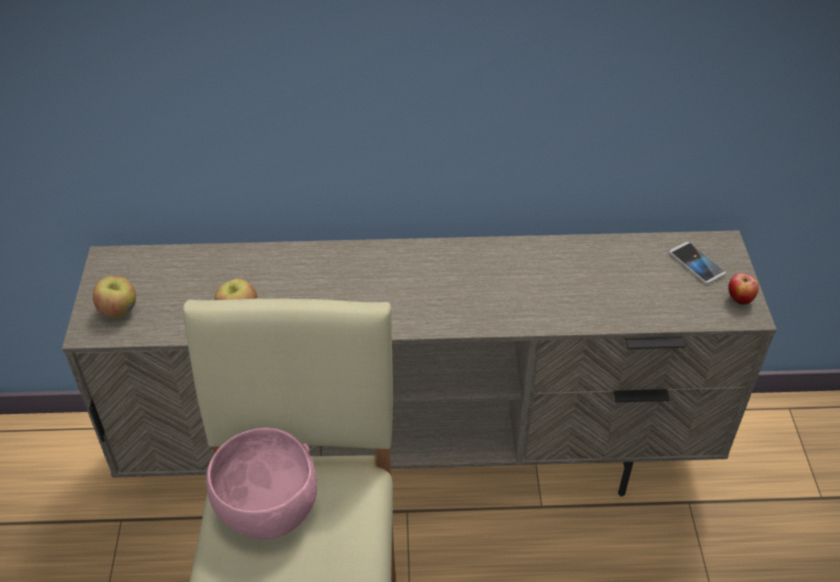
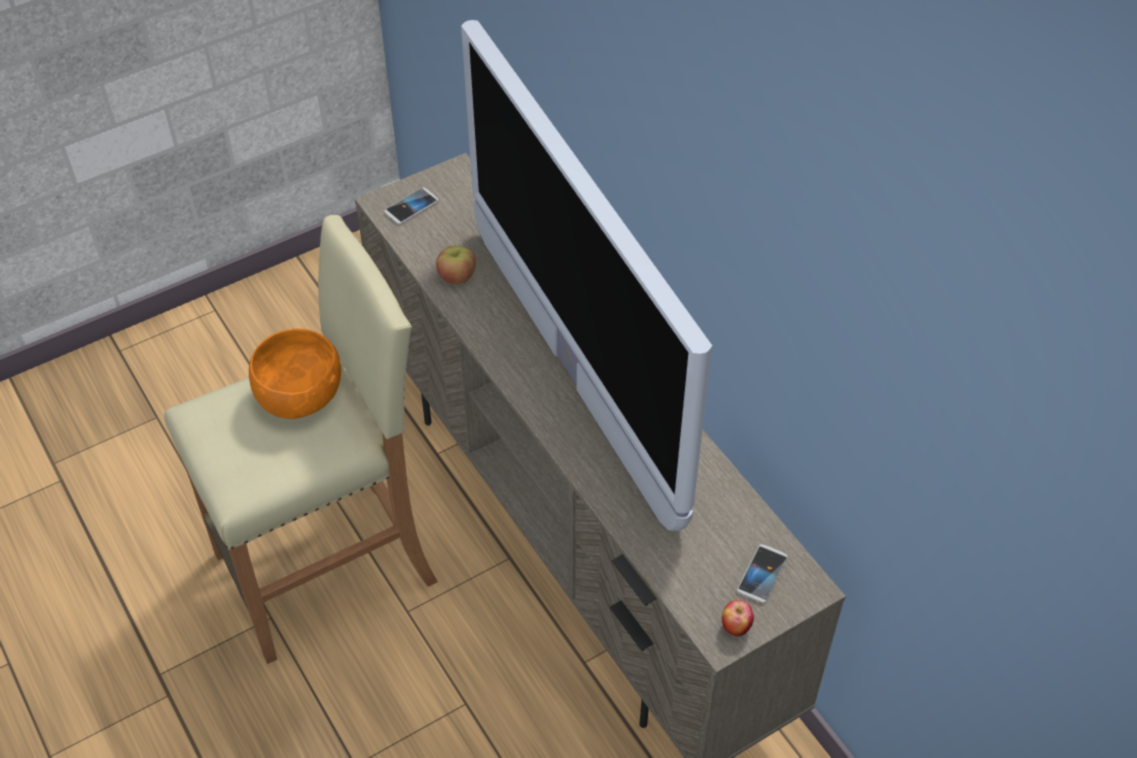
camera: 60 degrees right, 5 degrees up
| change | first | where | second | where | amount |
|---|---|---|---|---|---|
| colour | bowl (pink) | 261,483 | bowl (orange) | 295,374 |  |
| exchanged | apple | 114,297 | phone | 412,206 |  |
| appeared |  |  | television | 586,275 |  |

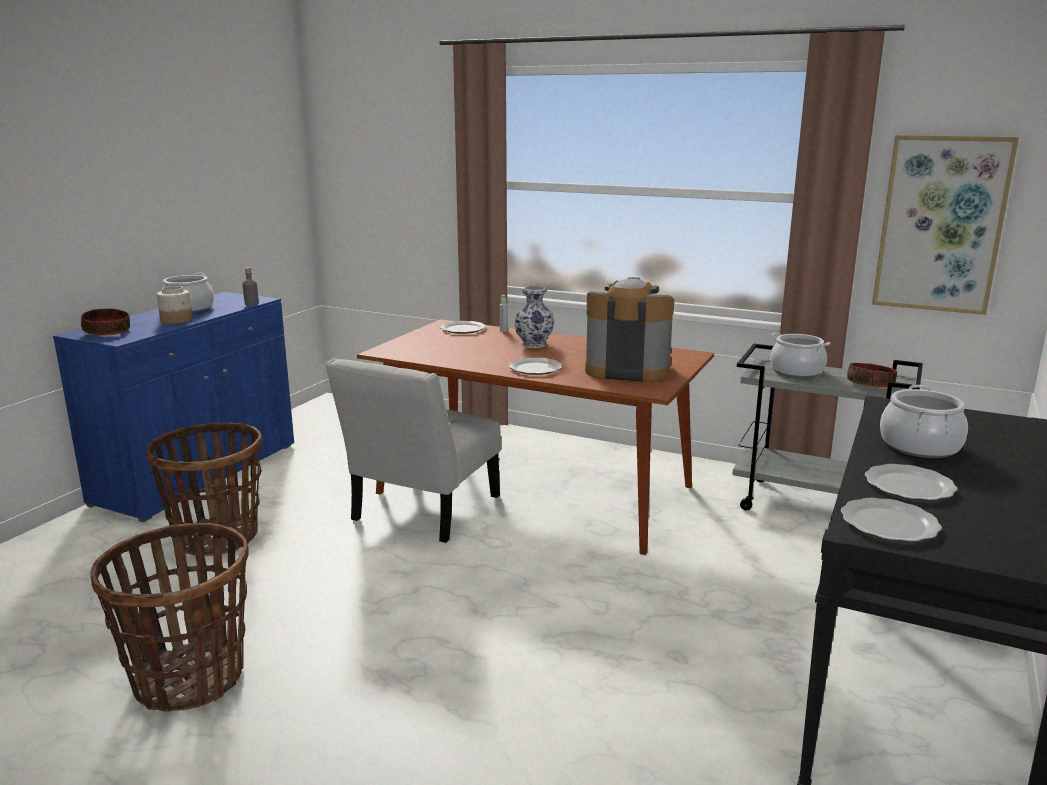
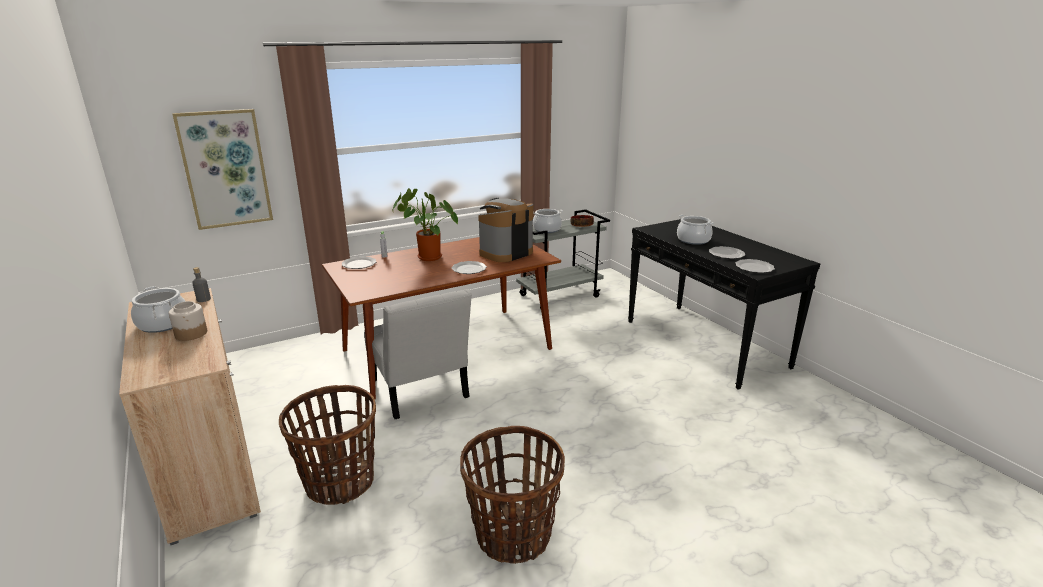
camera: 55 degrees left, 5 degrees up
| change | first | where | second | where | amount |
|---|---|---|---|---|---|
| colour | cabinet (blue) | 173,407 | cabinet (beige) | 190,416 |  |
| relocated | picture | 945,225 |  | 222,169 |  |
| exchanged | vase | 534,317 | potted plant | 425,224 |  |
| missing | bowl | 105,322 |  |  |  |

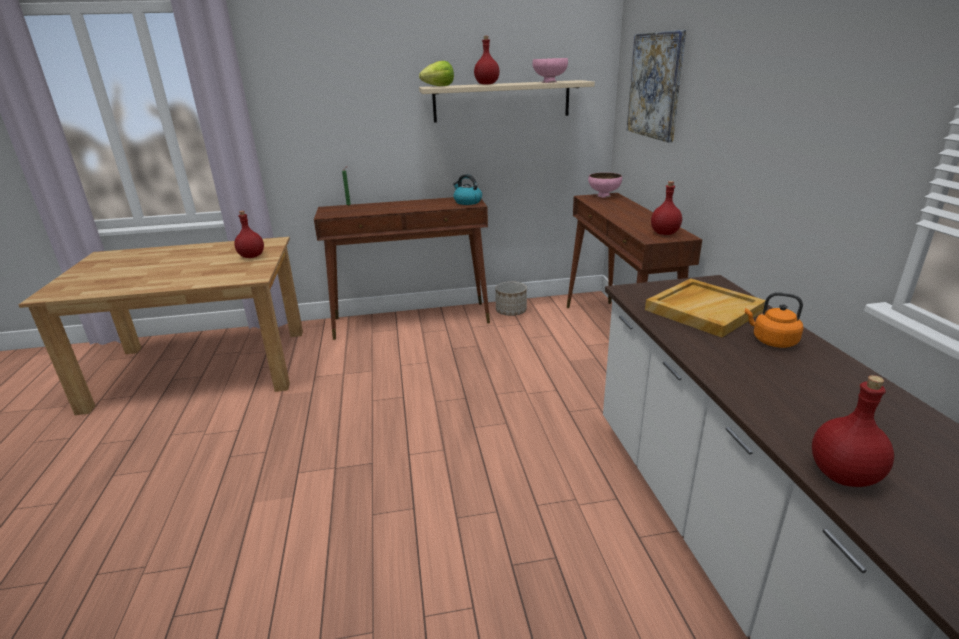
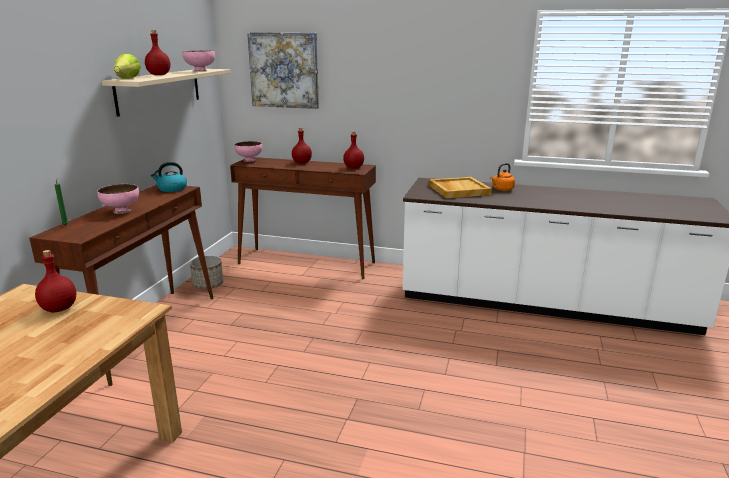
camera: 65 degrees left, 5 degrees down
| change | first | where | second | where | amount |
|---|---|---|---|---|---|
| appeared |  |  | bowl (pink) | 118,199 |  |
| relocated | bottle (red) | 853,431 |  | 302,145 |  |

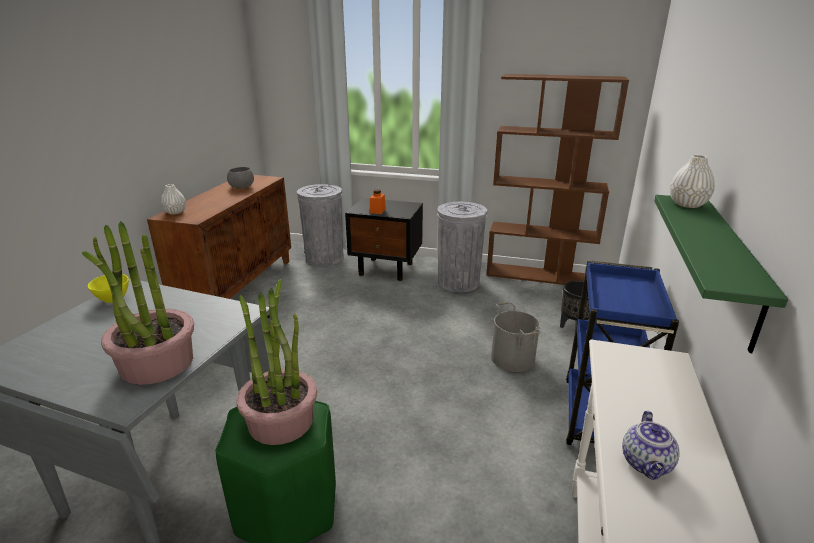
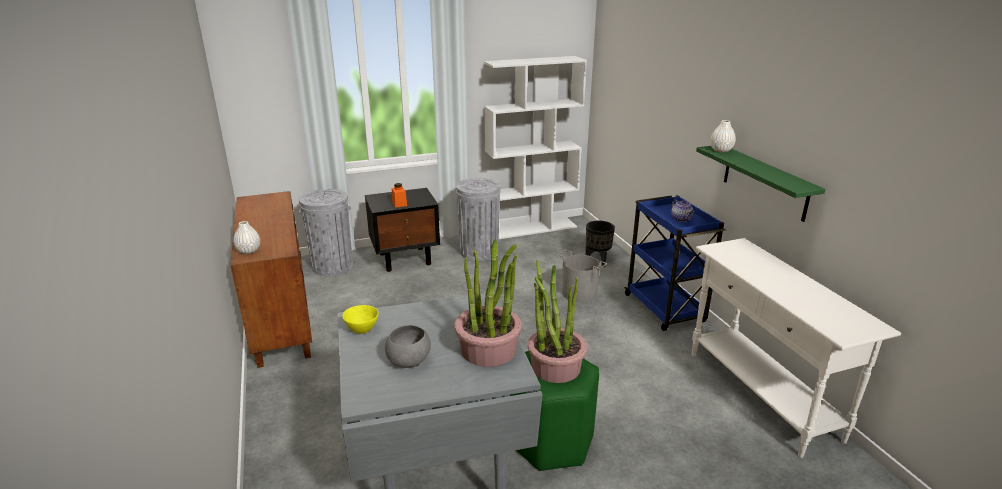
camera: 35 degrees left, 0 degrees up
| change | first | where | second | where | amount |
|---|---|---|---|---|---|
| relocated | bowl (grey) | 240,178 |  | 408,346 |  |
| colour | bookcase (brown) | 557,179 | bookcase (white) | 535,147 |  |
| relocated | teapot | 651,445 |  | 683,210 |  |

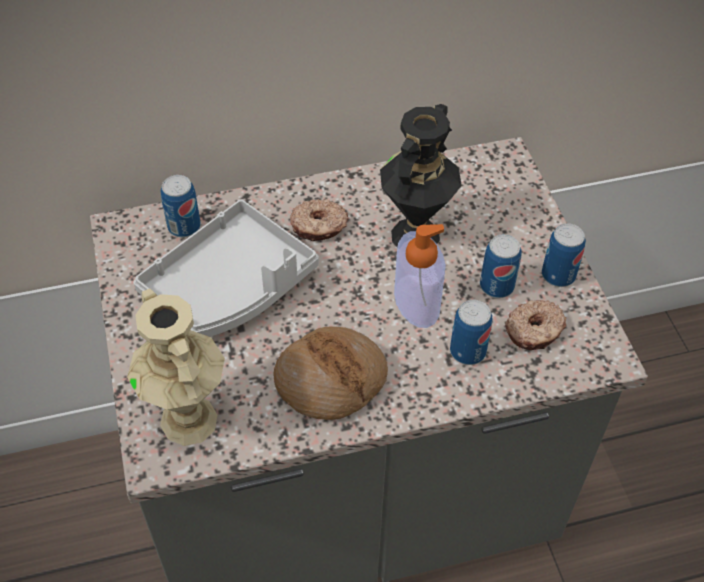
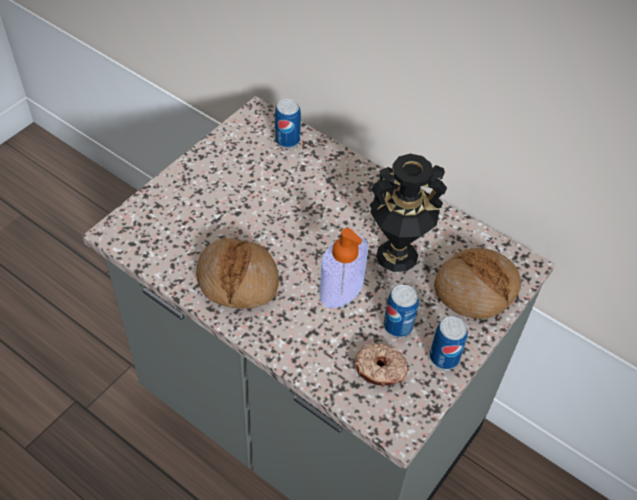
camera: 50 degrees right, 0 degrees up
| change | first | where | second | where | amount |
|---|---|---|---|---|---|
| appeared |  |  | bread | 477,283 |  |
| missing | vase (beige) | 176,367 |  |  |  |
| missing | tray (grey) | 226,268 |  |  |  |
| missing | donut | 319,220 |  |  |  |
| missing | can | 471,332 |  |  |  |

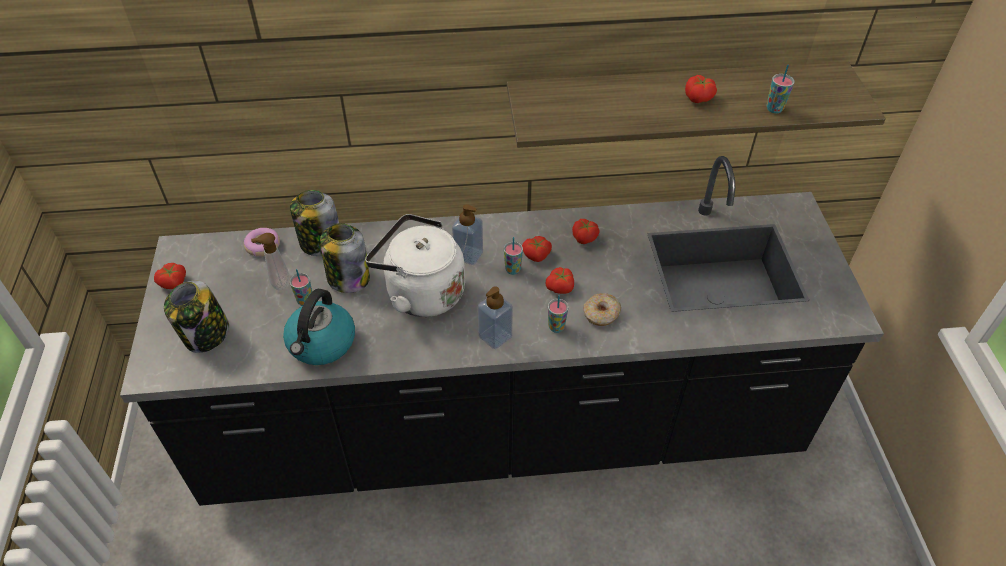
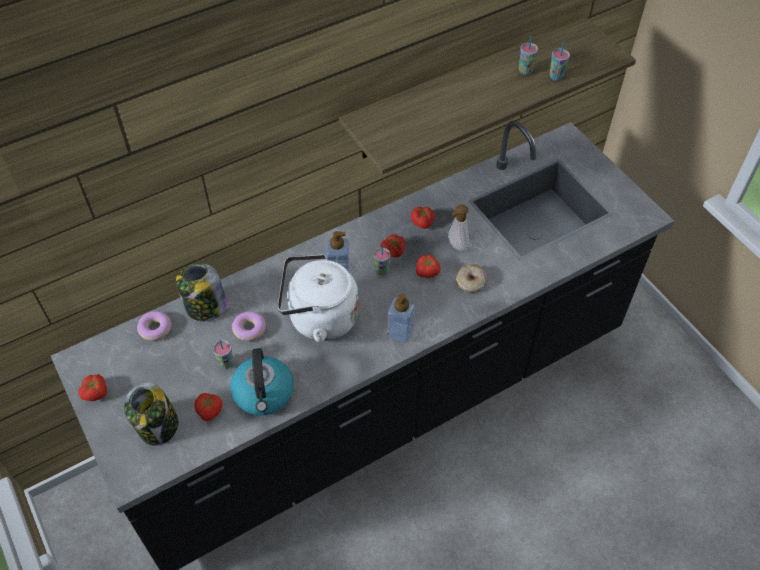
camera: 25 degrees left, 5 degrees up
| change | first | where | second | where | amount |
|---|---|---|---|---|---|
| relocated | tomato | 701,89 |  | 208,407 |  |
| exchanged | jar | 345,258 | donut | 249,326 |  |
| relocated | soap dispenser | 270,261 |  | 458,227 |  |
| relocated | cup | 558,314 |  | 528,55 |  |

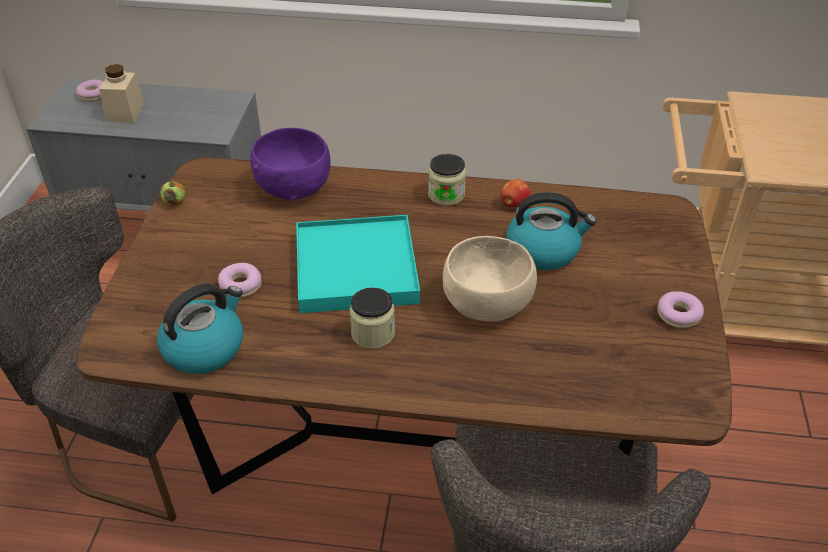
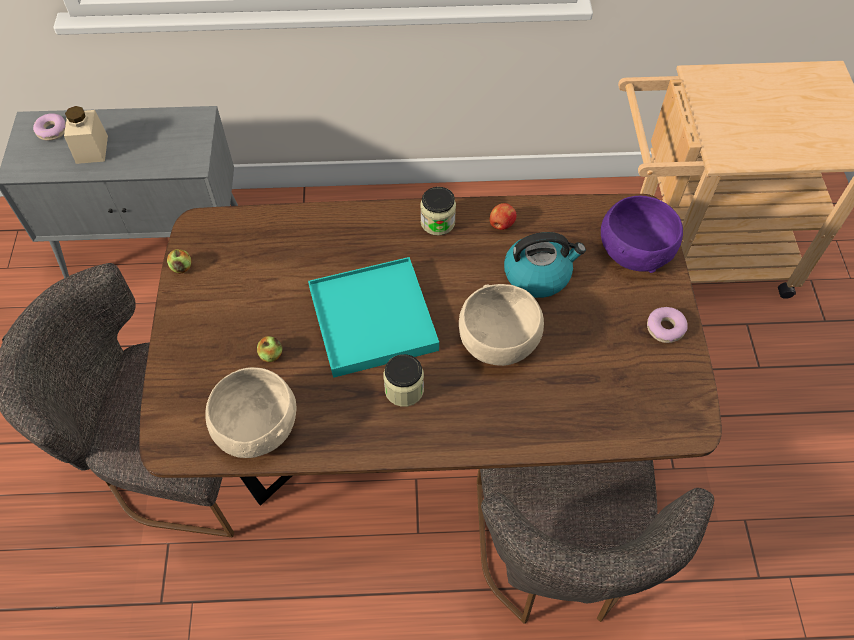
camera: 10 degrees left, 15 degrees up
| change | first | where | second | where | amount |
|---|---|---|---|---|---|
| exchanged | kettle | 200,329 | bowl (beige) | 251,412 |  |
| exchanged | donut | 240,280 | apple | 269,349 |  |
| relocated | bowl (purple) | 290,164 |  | 642,234 |  |

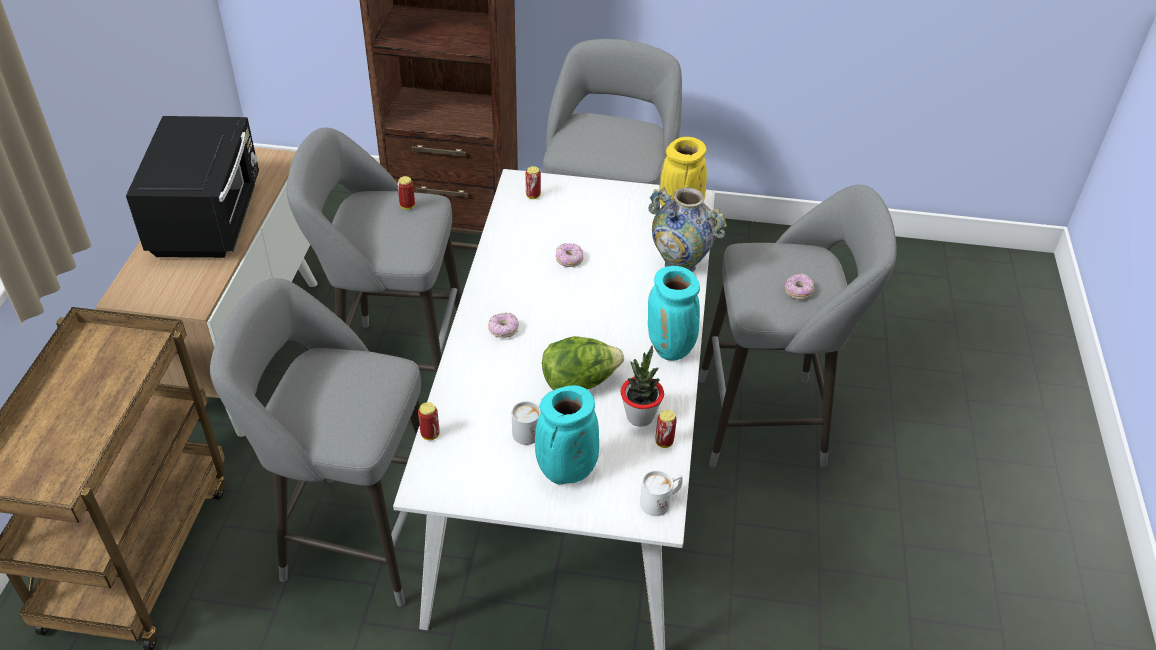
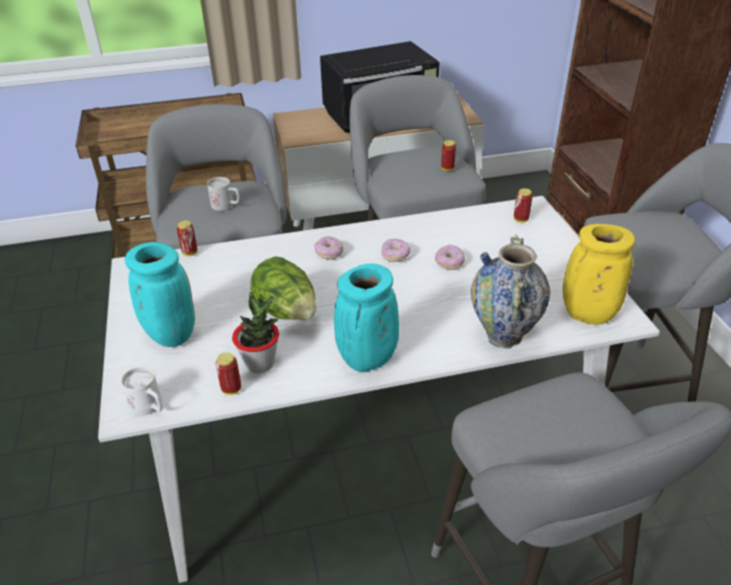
camera: 70 degrees right, 5 degrees down
| change | first | where | second | where | amount |
|---|---|---|---|---|---|
| relocated | mug (white) | 526,423 |  | 223,194 |  |
| relocated | donut | 799,287 |  | 395,250 |  |

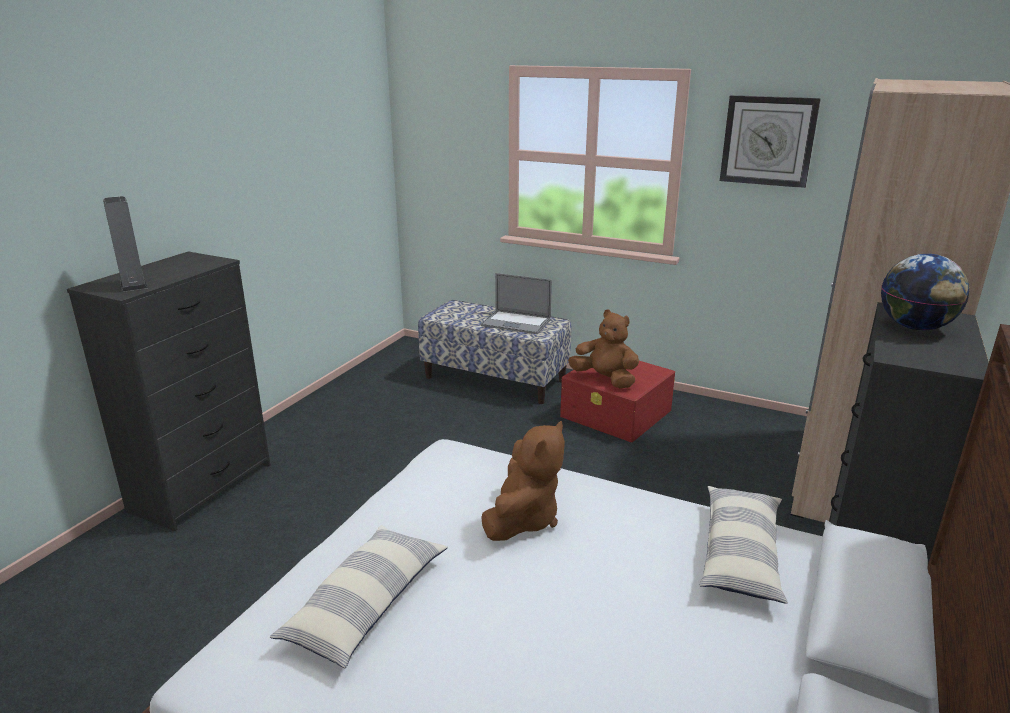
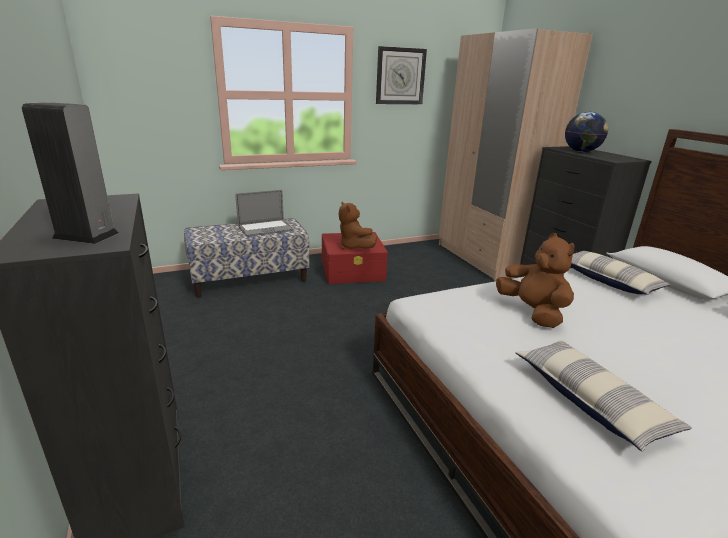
camera: 50 degrees left, 0 degrees up
| change | first | where | second | where | amount |
|---|---|---|---|---|---|
| spun | plush toy (brown) | 603,348 |  | 358,226 | 105 degrees counterclockwise |

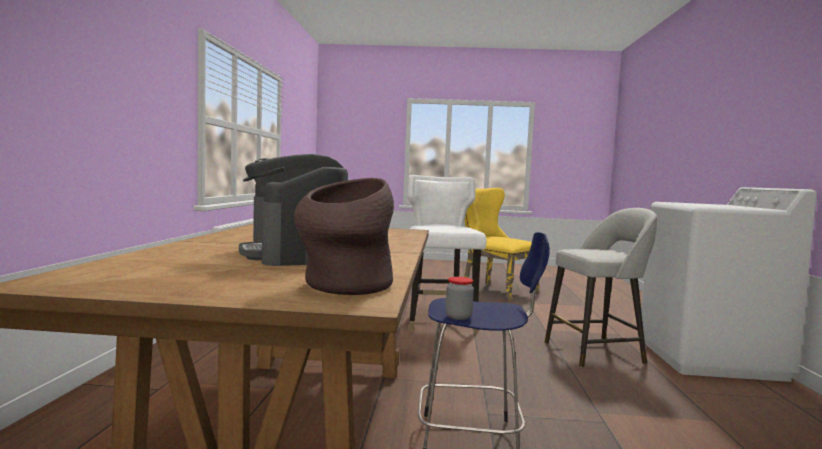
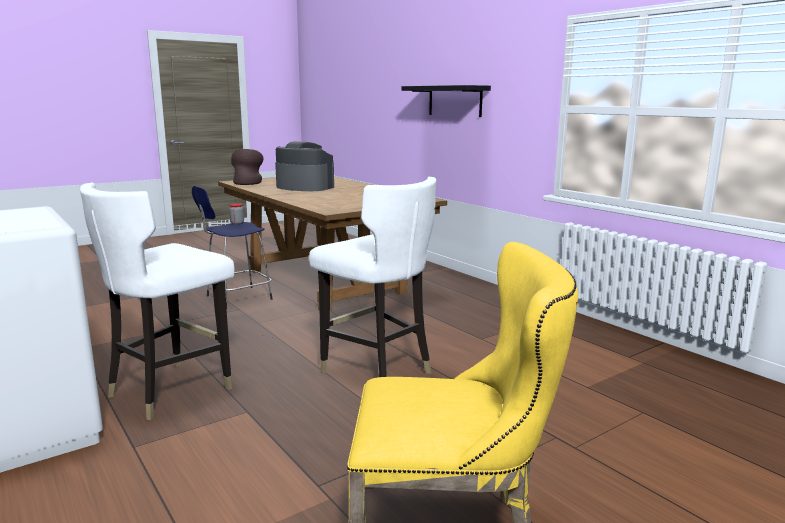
camera: 140 degrees right, 10 degrees up
| change | first | where | second | where | amount |
|---|---|---|---|---|---|
| exchanged | stool (grey) | 601,287 | chair (white) | 157,301 |  |
| appeared |  |  | shelf (black) | 446,101 |  |

